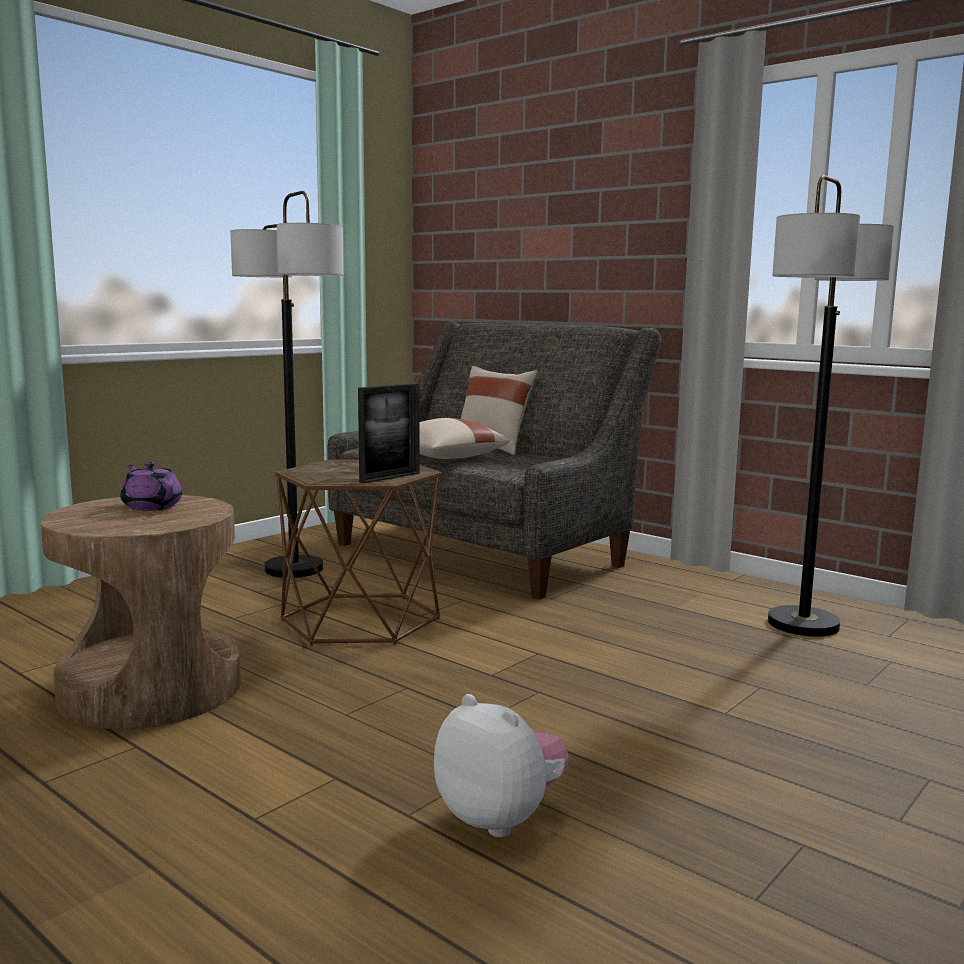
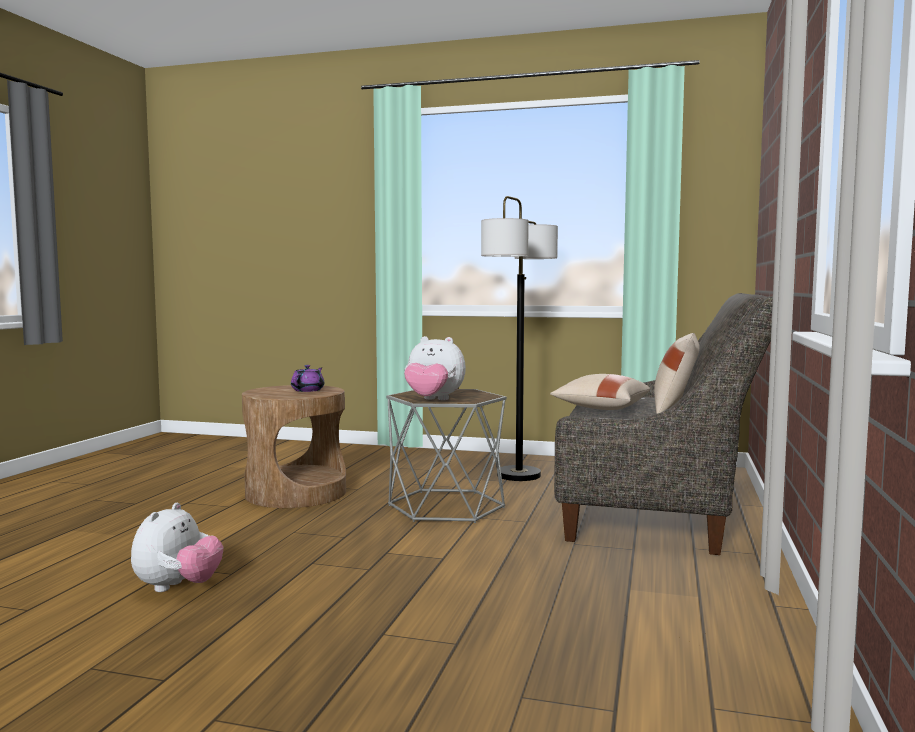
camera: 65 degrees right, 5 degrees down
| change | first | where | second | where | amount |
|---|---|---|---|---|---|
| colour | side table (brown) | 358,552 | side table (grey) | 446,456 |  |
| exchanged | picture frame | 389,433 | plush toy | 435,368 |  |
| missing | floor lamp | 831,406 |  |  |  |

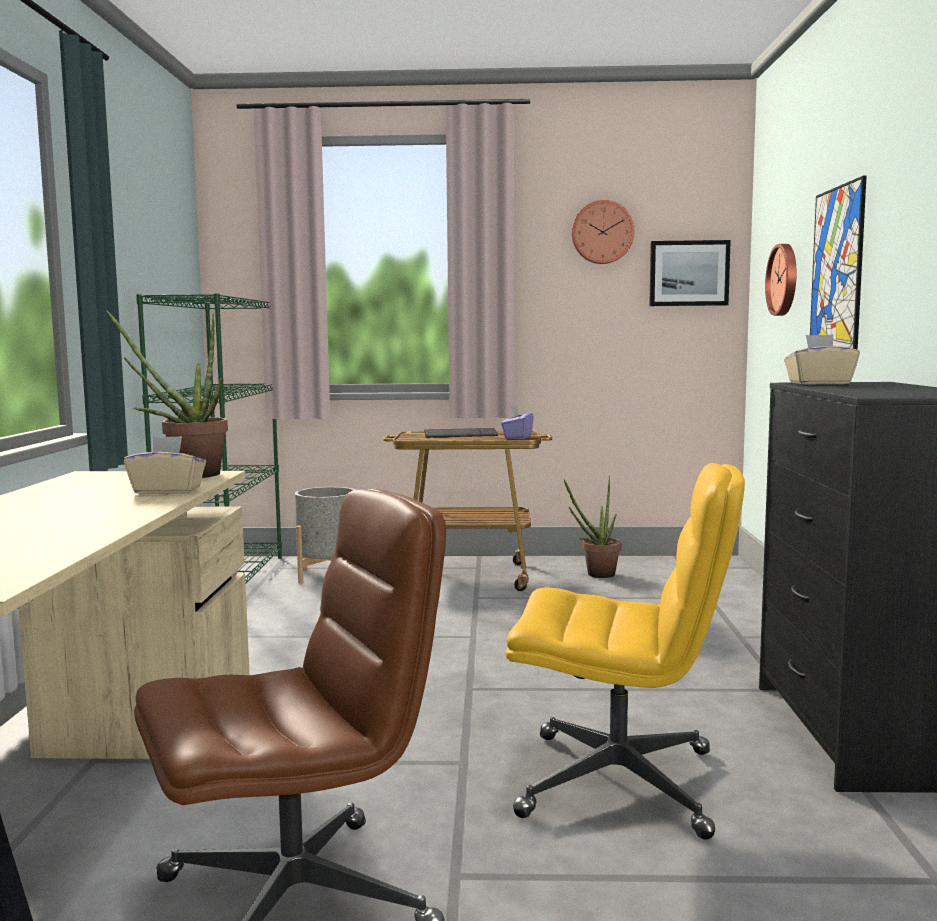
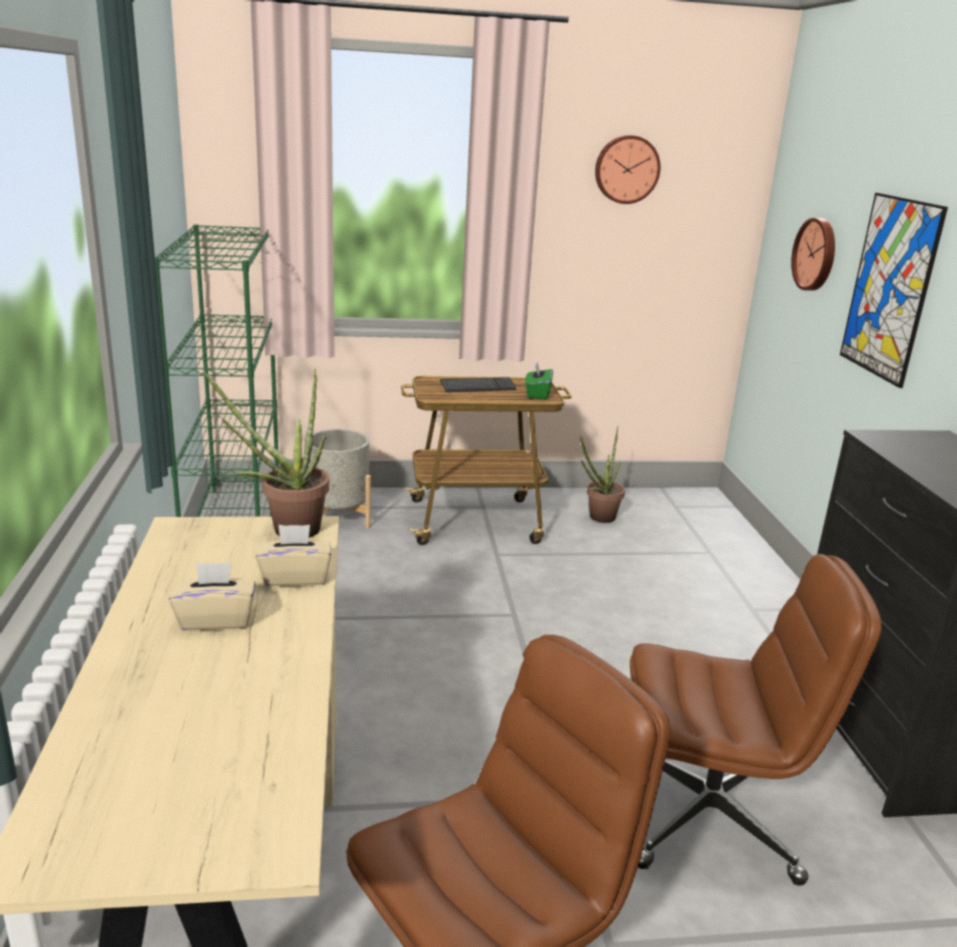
camera: 10 degrees left, 15 degrees up
| change | first | where | second | where | amount |
|---|---|---|---|---|---|
| relocated | tissue box (beige) | 822,359 |  | 212,597 |  |
| colour | tissue box (purple) | 517,422 | tissue box (green) | 539,380 |  |
| colour | office chair (yellow) | 625,651 | office chair (brown) | 756,719 |  |
| missing | picture | 690,273 |  |  |  |

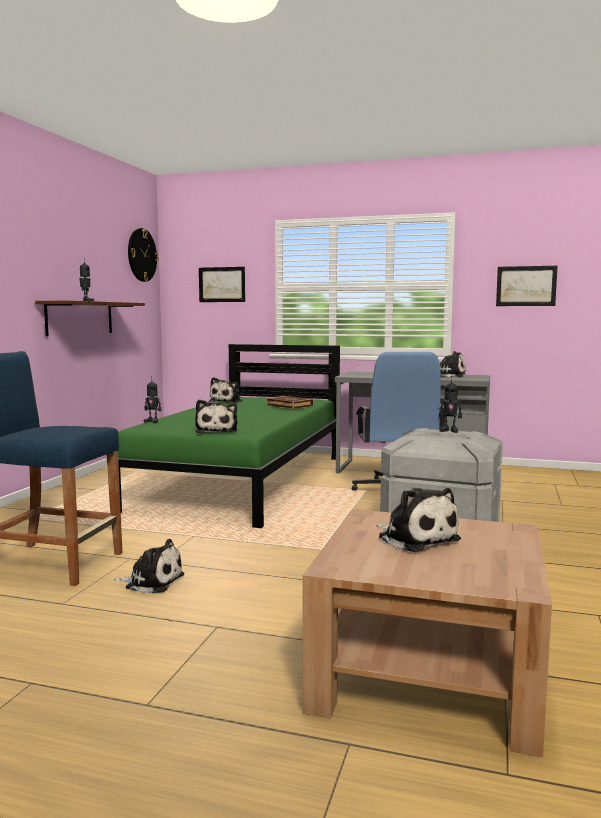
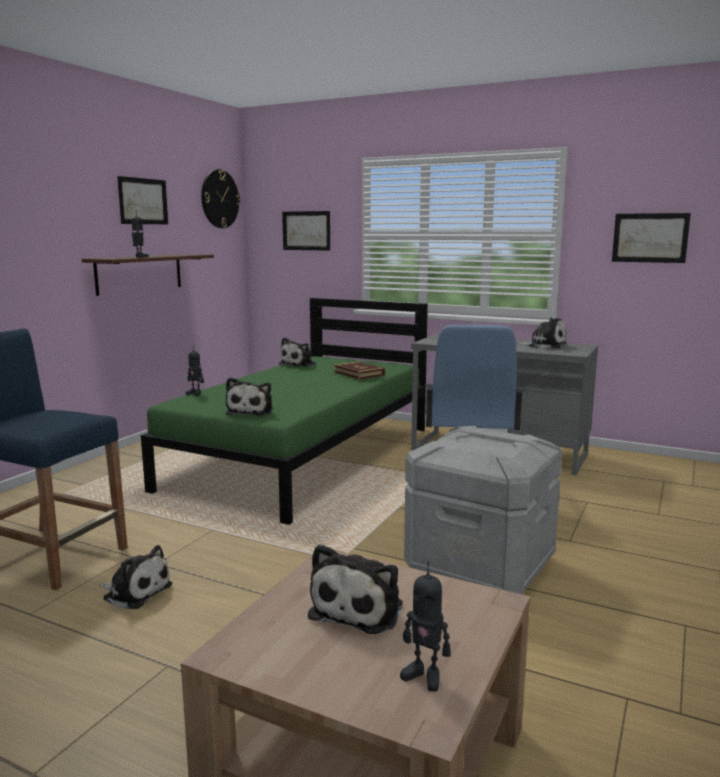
camera: 10 degrees right, 5 degrees up
| change | first | where | second | where | amount |
|---|---|---|---|---|---|
| appeared |  |  | picture | 142,200 |  |
| spun | plush toy | 418,520 |  | 355,589 | 45 degrees clockwise |
| relocated | toy robot | 450,404 |  | 425,626 |  |

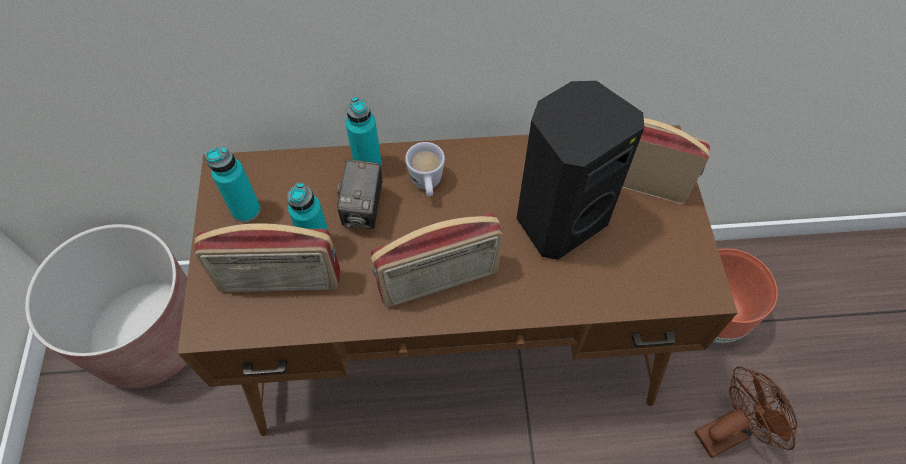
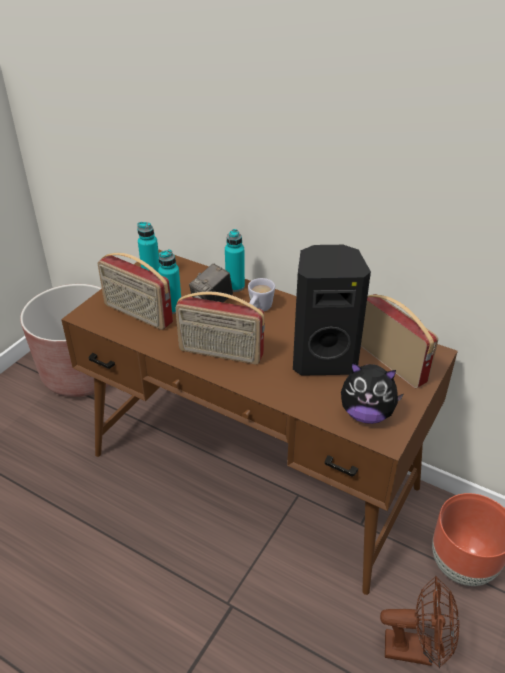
camera: 35 degrees right, 20 degrees down
| change | first | where | second | where | amount |
|---|---|---|---|---|---|
| appeared |  |  | plush toy | 372,393 |  |

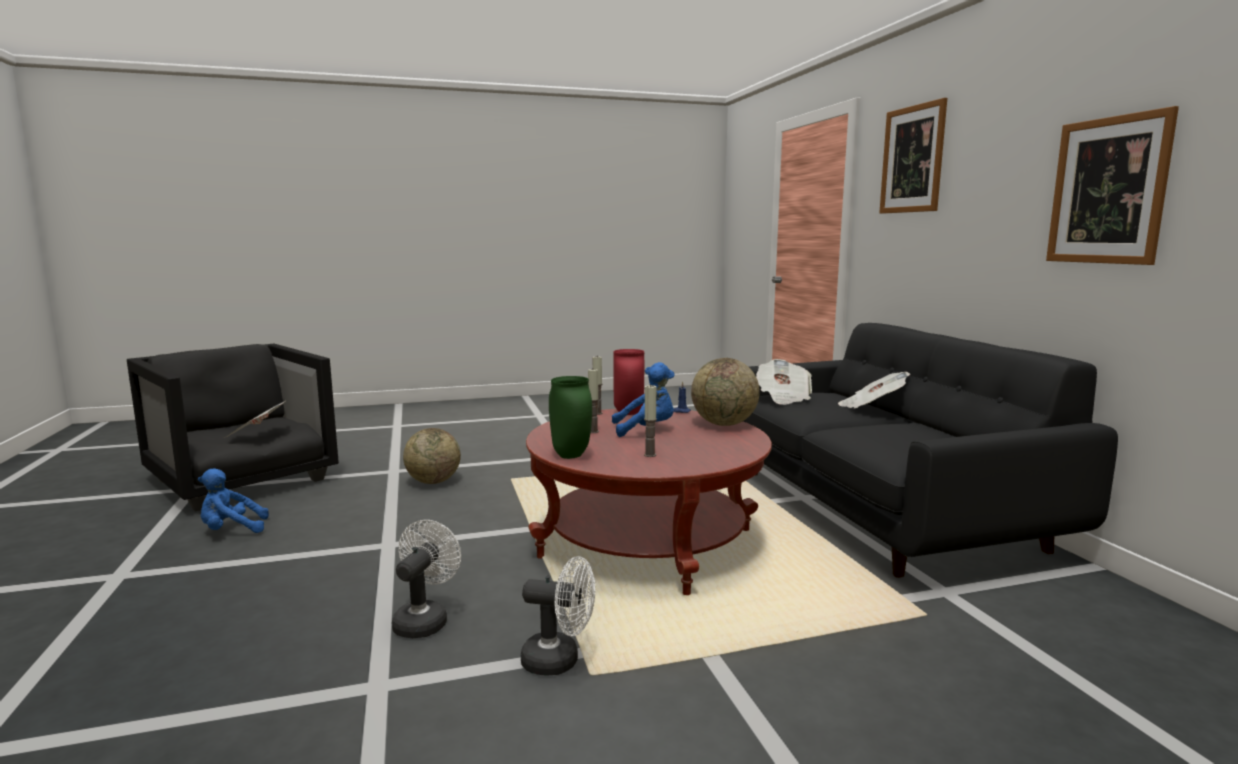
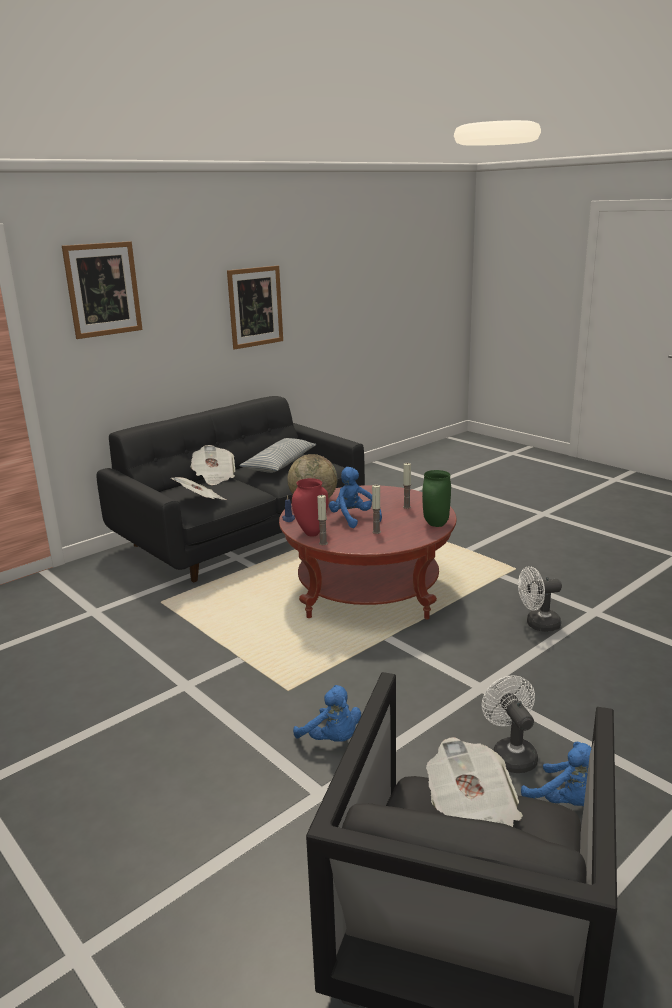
camera: 115 degrees left, 10 degrees up
| change | first | where | second | where | amount |
|---|---|---|---|---|---|
| appeared |  |  | pillow | 277,455 |  |
| exchanged | globe | 432,456 | plush toy (blue) | 327,713 |  |
| relocated | fan (white) | 558,615 |  | 509,724 |  |

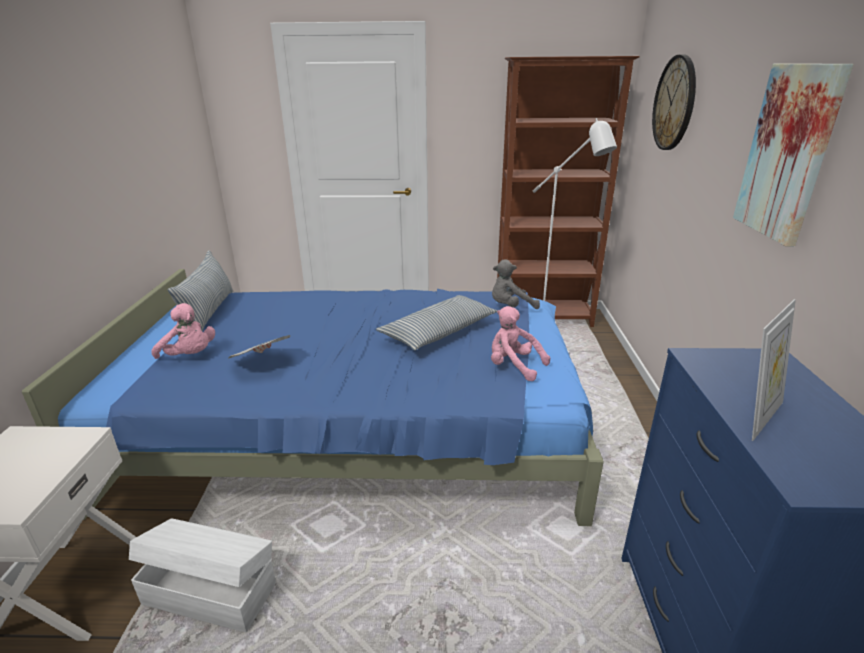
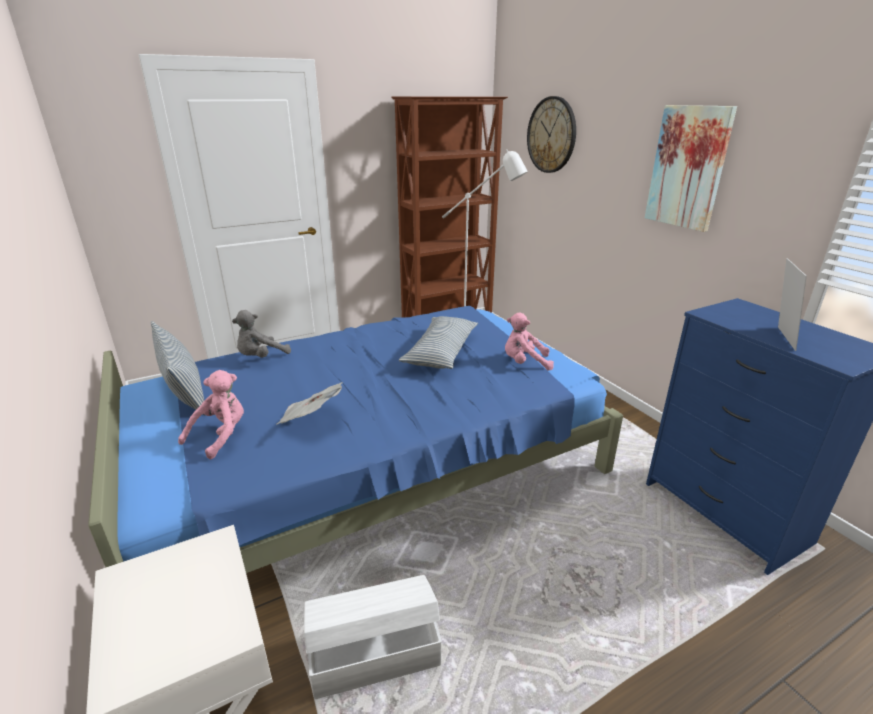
camera: 30 degrees left, 0 degrees up
| change | first | where | second | where | amount |
|---|---|---|---|---|---|
| spun | plush toy (pink) | 183,331 |  | 211,414 | 60 degrees counterclockwise |
| relocated | plush toy (grey) | 516,284 |  | 261,334 |  |

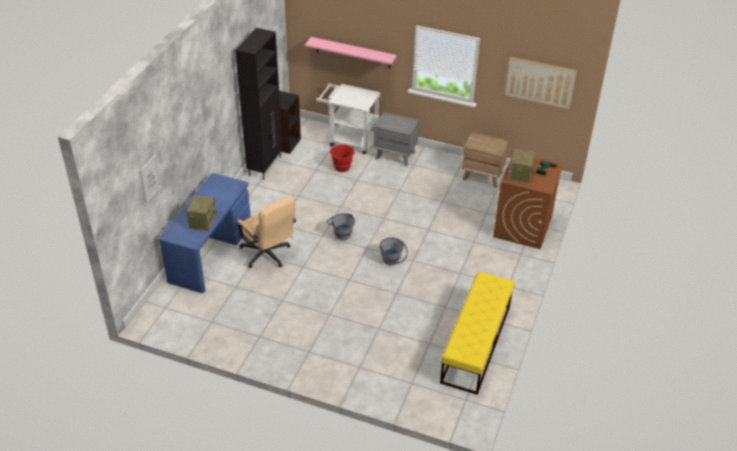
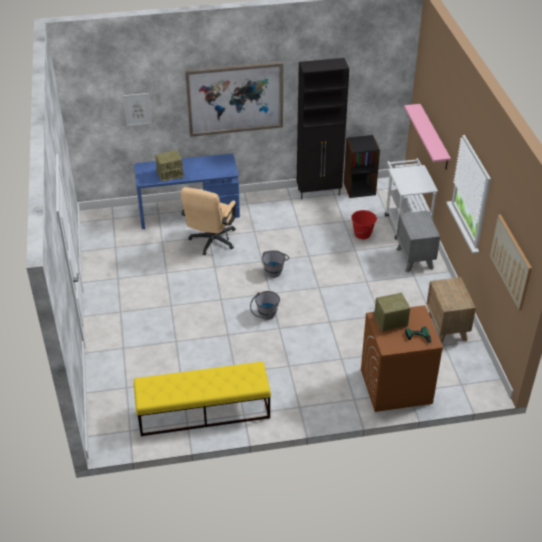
camera: 60 degrees right, 0 degrees up
| change | first | where | second | where | amount |
|---|---|---|---|---|---|
| appeared |  |  | picture | 234,99 |  |

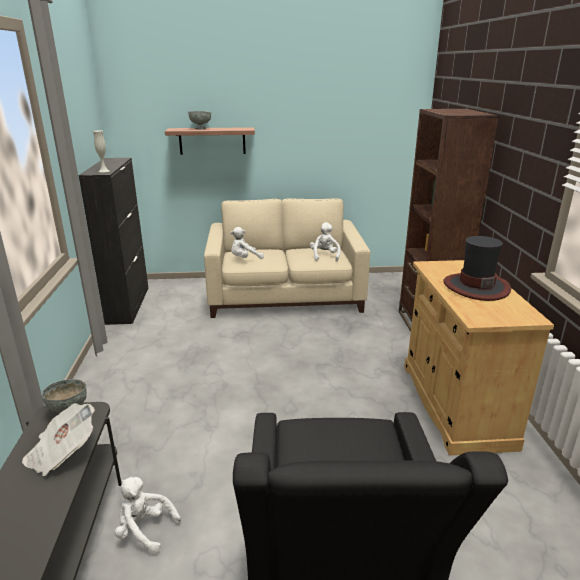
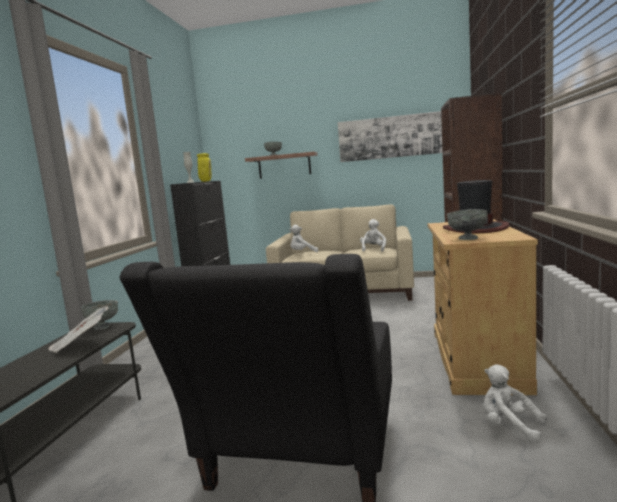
camera: 15 degrees right, 15 degrees down
| change | first | where | second | where | amount |
|---|---|---|---|---|---|
| appeared |  |  | vase (yellow) | 204,167 |  |
| appeared |  |  | picture | 390,136 |  |
| appeared |  |  | bowl (grey) | 467,224 |  |
| relocated | plush toy (white) | 148,515 |  | 515,404 |  |

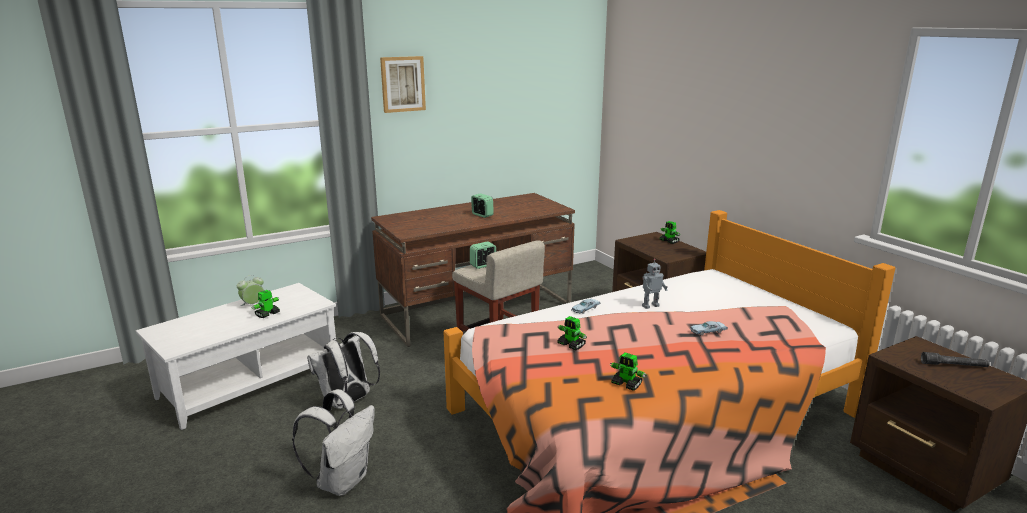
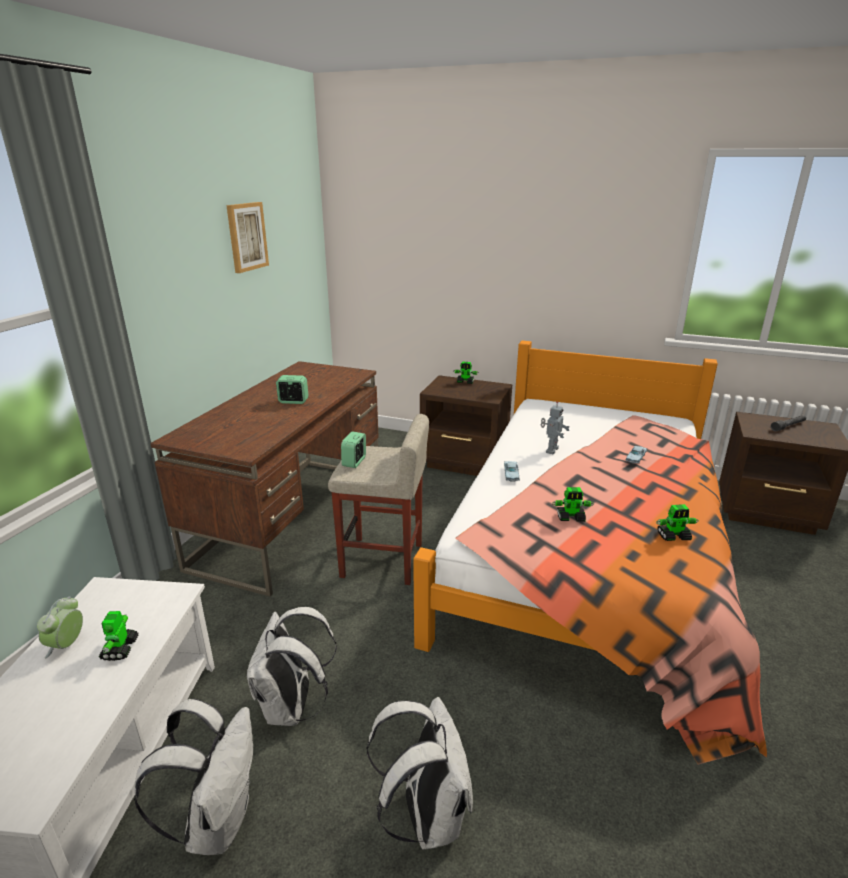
camera: 40 degrees left, 5 degrees up
| change | first | where | second | where | amount |
|---|---|---|---|---|---|
| appeared |  |  | backpack (white) | 193,777 |  |
| relocated | picture | 403,84 |  | 247,237 |  |

